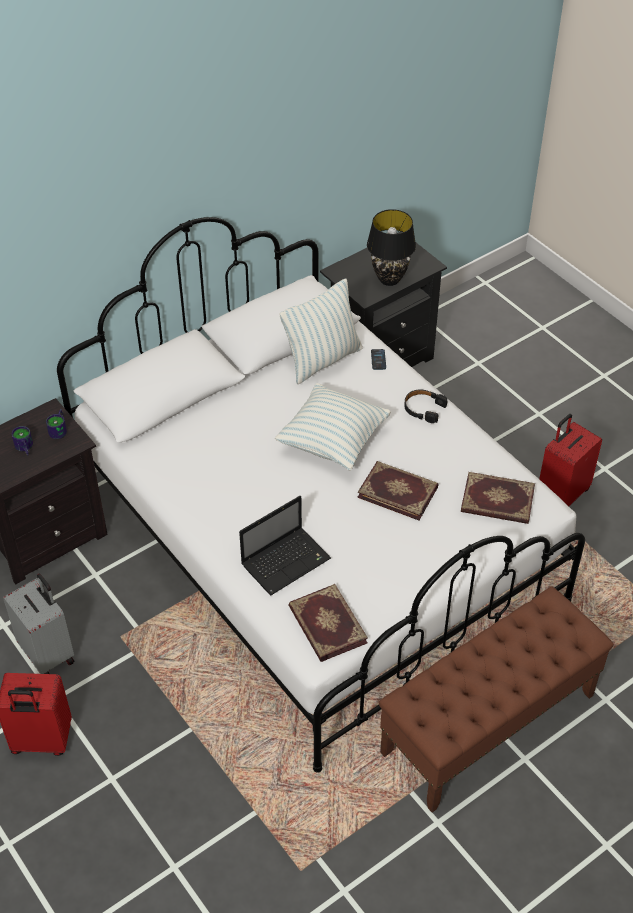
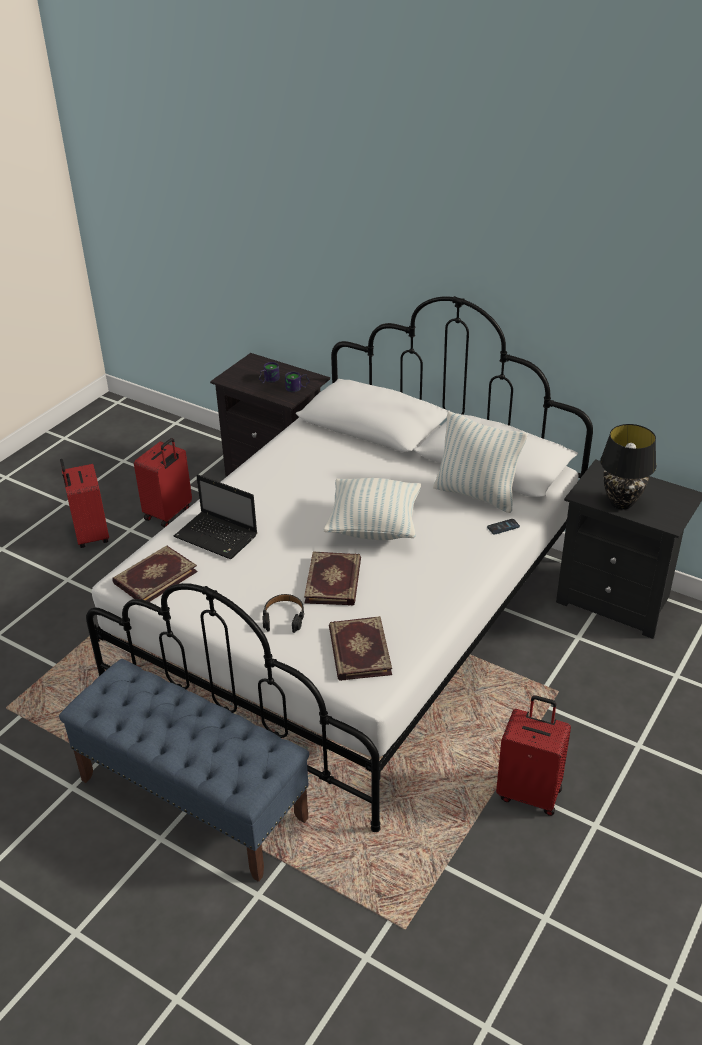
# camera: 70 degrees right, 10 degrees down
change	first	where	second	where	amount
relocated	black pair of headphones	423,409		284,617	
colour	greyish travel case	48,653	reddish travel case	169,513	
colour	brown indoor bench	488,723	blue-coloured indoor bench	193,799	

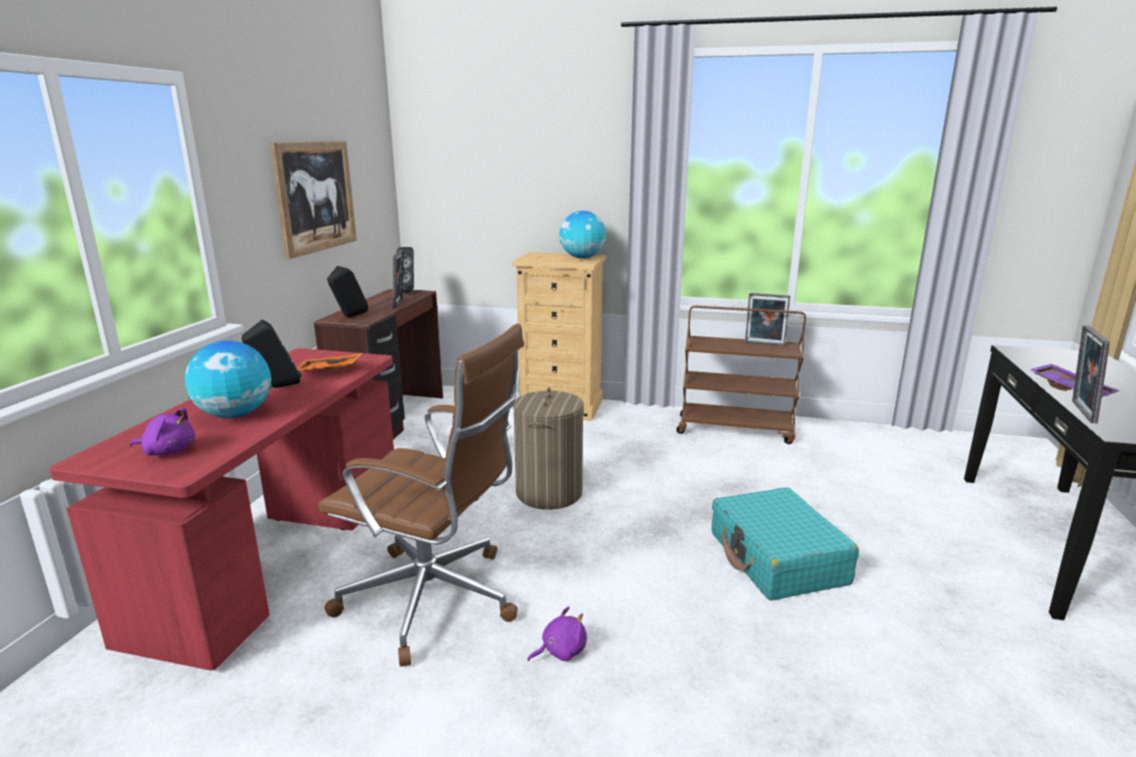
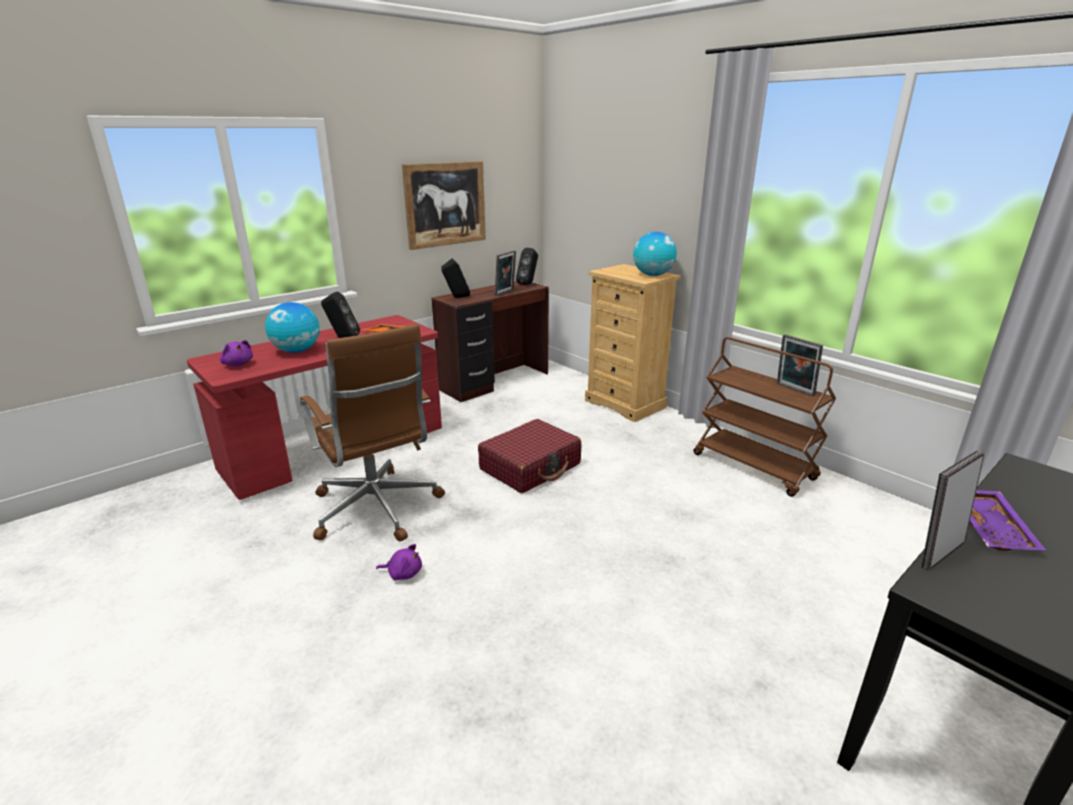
# camera: 35 degrees right, 5 degrees up
change	first	where	second	where	amount
missing	turquoise travel case	777,558			
exchanged	laundry basket	549,493	reddish travel case	530,467	

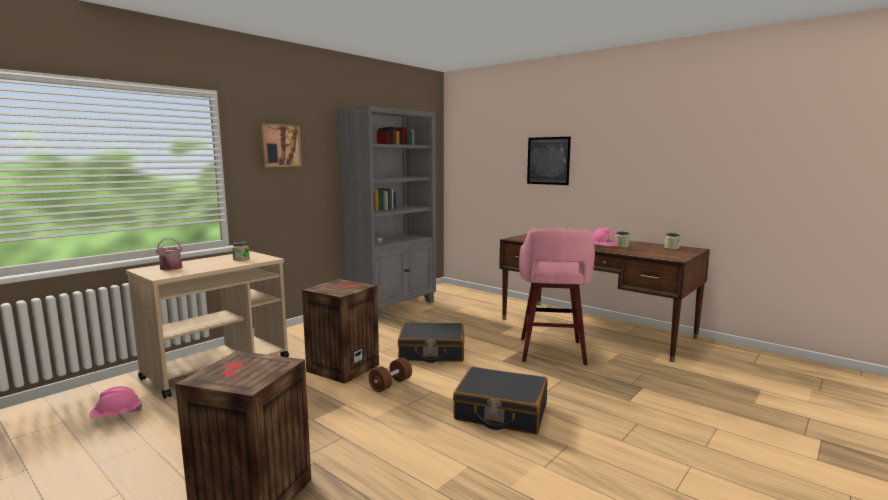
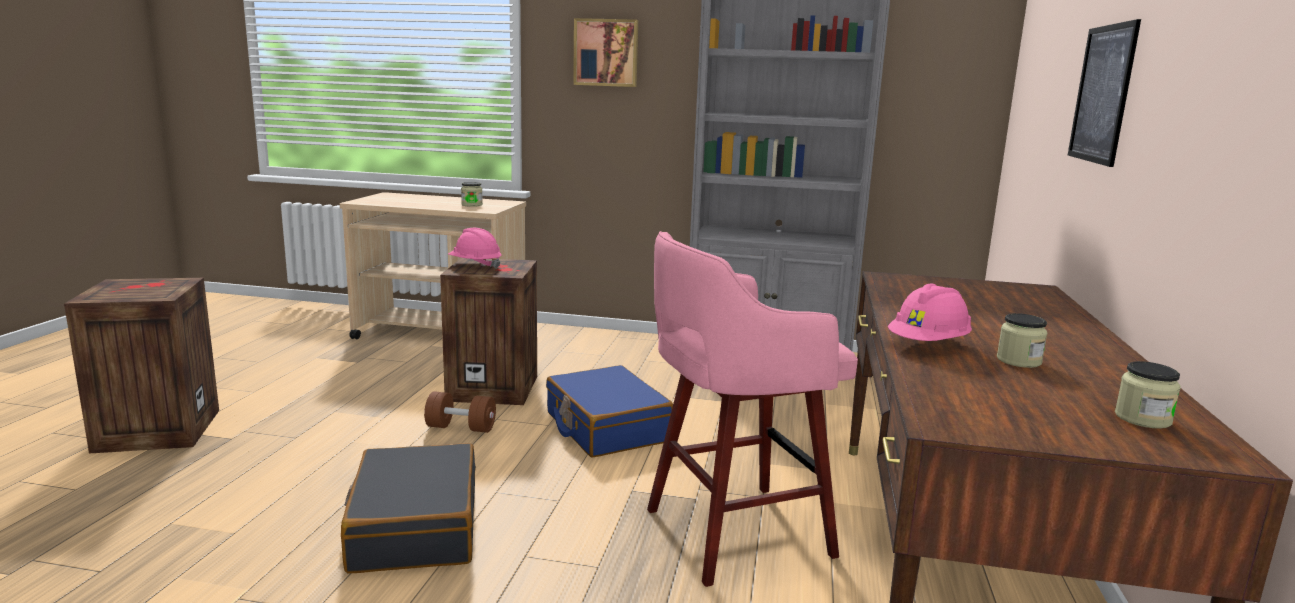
# camera: 60 degrees right, 5 degrees up
change	first	where	second	where	amount
missing	watering pot	170,268			
relocated	pink work helmet	116,416		475,265	
colour	black travel case	432,352	blue-coloured travel case	606,427	

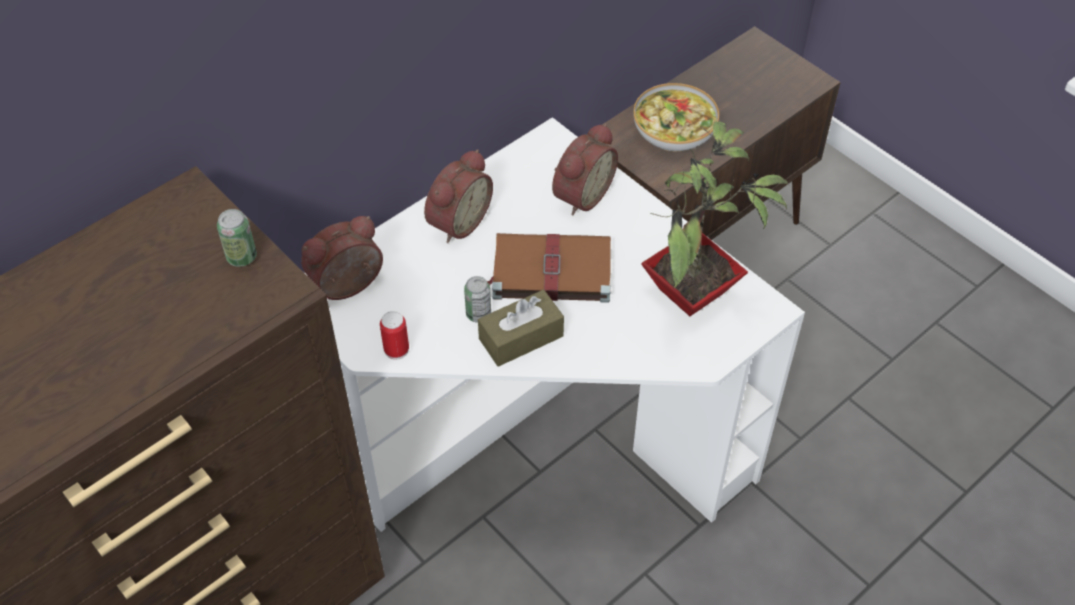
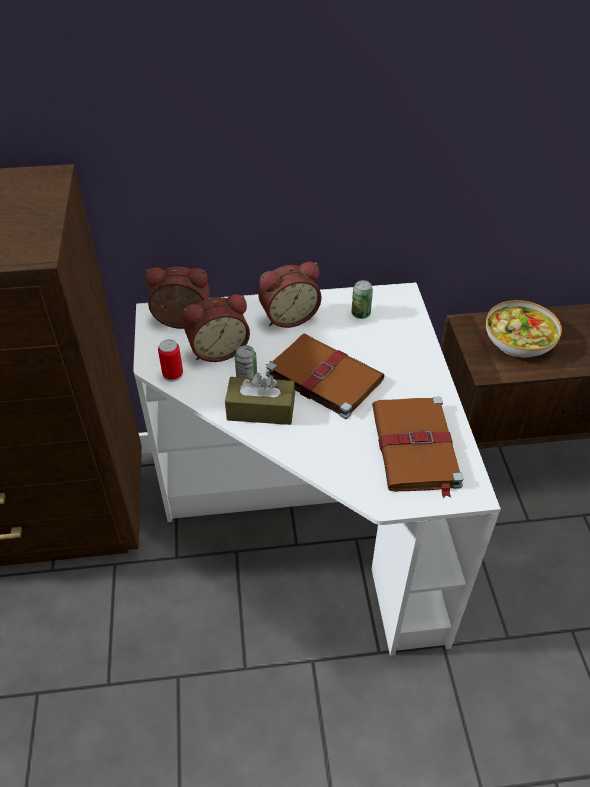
# camera: 35 degrees right, 5 degrees down
change	first	where	second	where	amount
relocated	can	241,257		360,314	
relocated	bedside clock	580,194		218,349	
exchanged	houseplant	693,296	brown volume	415,448	

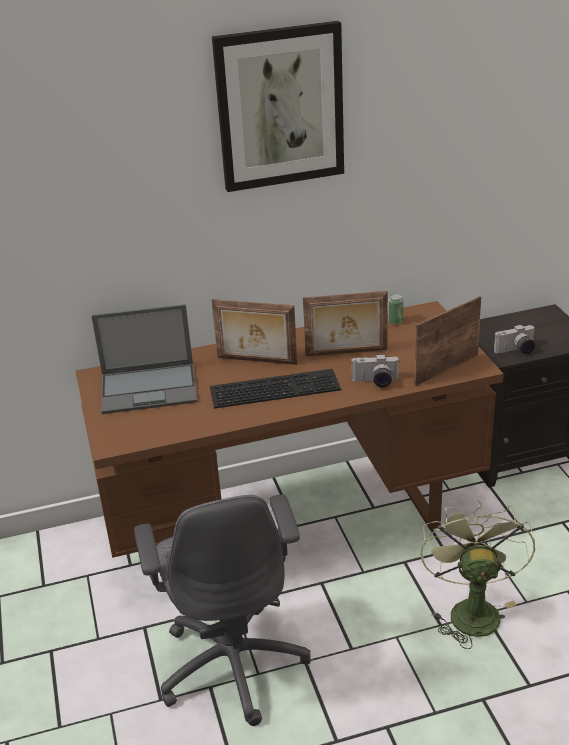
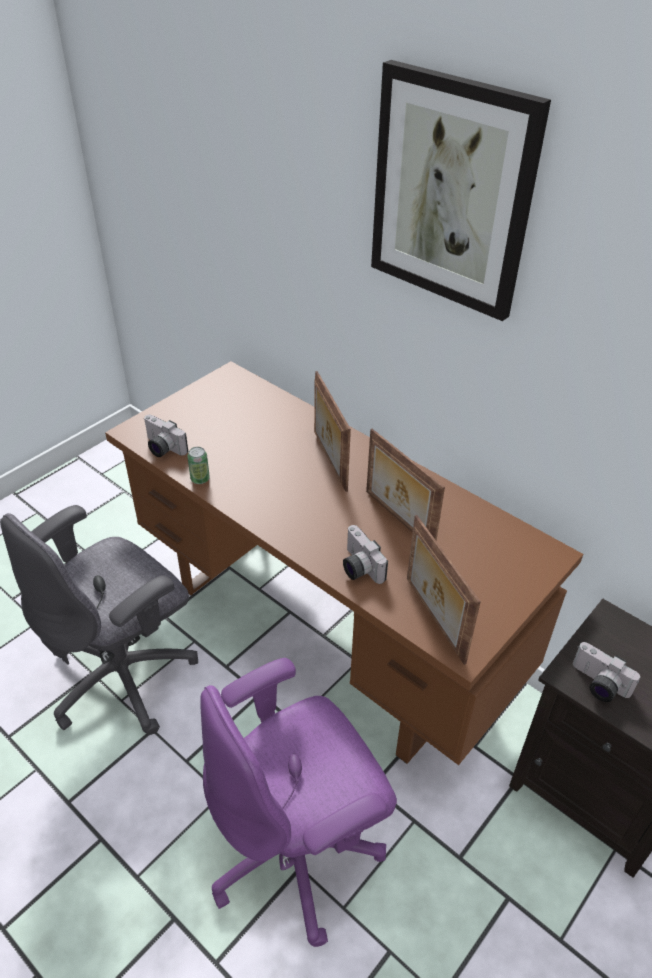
# camera: 55 degrees right, 10 degrees up
change	first	where	second	where	amount
missing	portable computer	150,388			
missing	PC keyboard	275,387			
appeared			photo camera	162,448	
relocated	can	395,321		200,479	
exchanged	green-coloured fan	471,609	purple-coloured office chair	298,851	
spun	picture frame	445,369		433,620	135 degrees counterclockwise

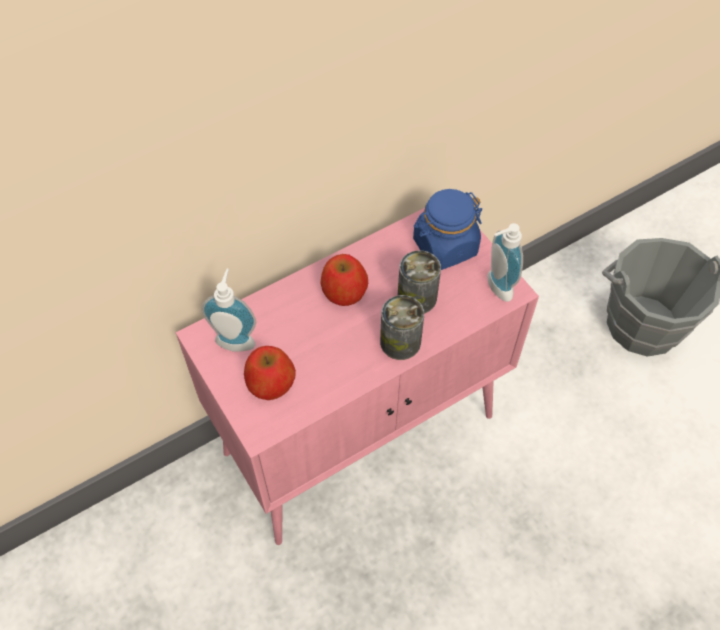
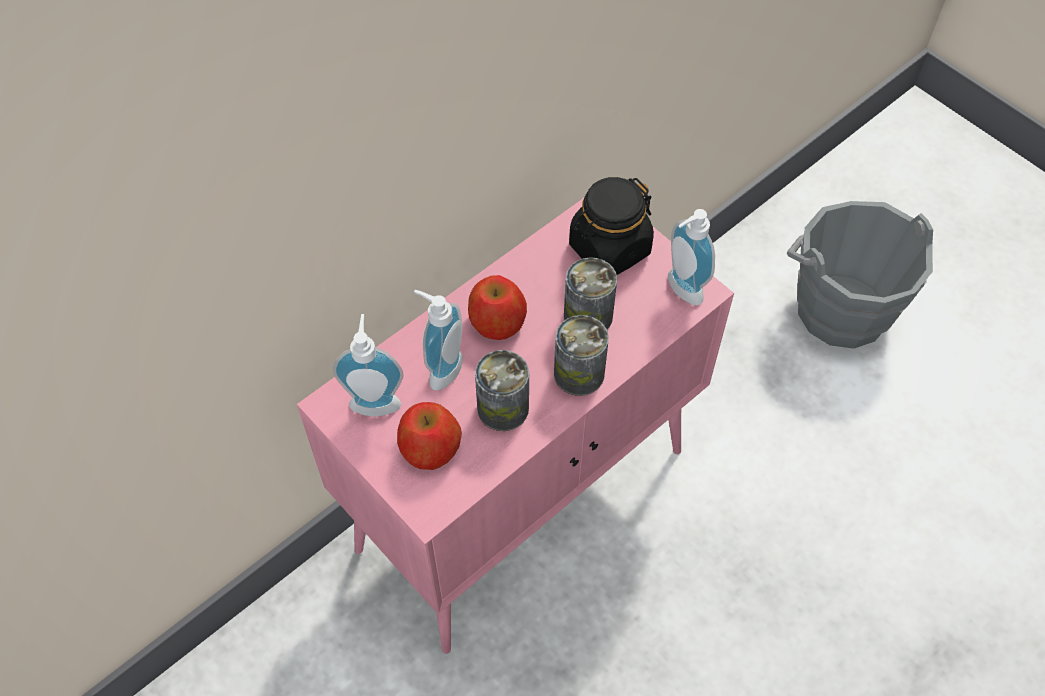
# camera: 10 degrees left, 0 degrees up
change	first	where	second	where	amount
appeared			liquid soap bottle	441,368	
appeared			can	503,408	
colour	blue-coloured preserve jar	445,247	black preserve jar	609,249	

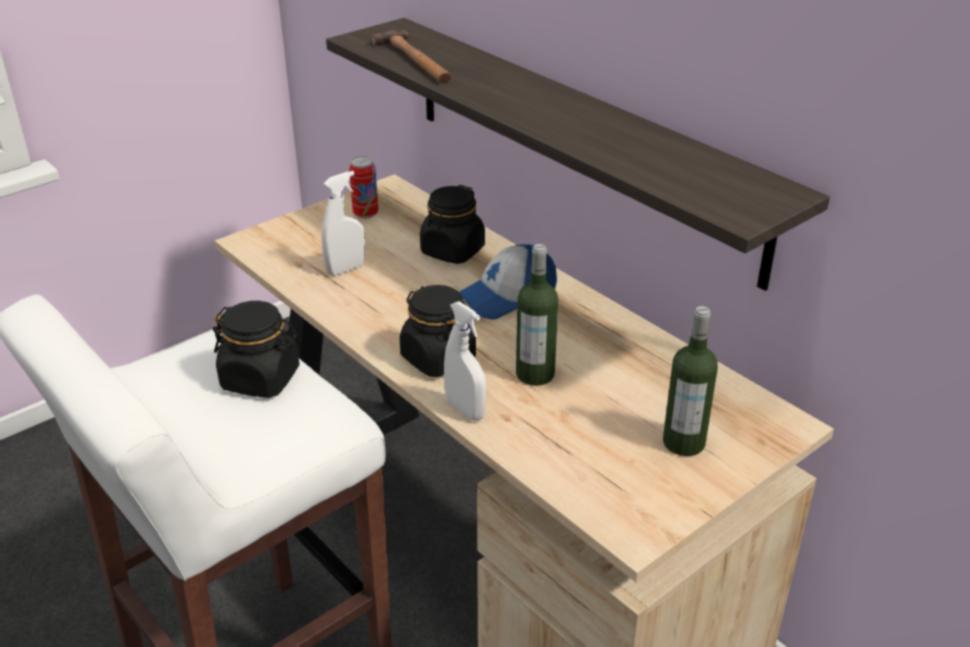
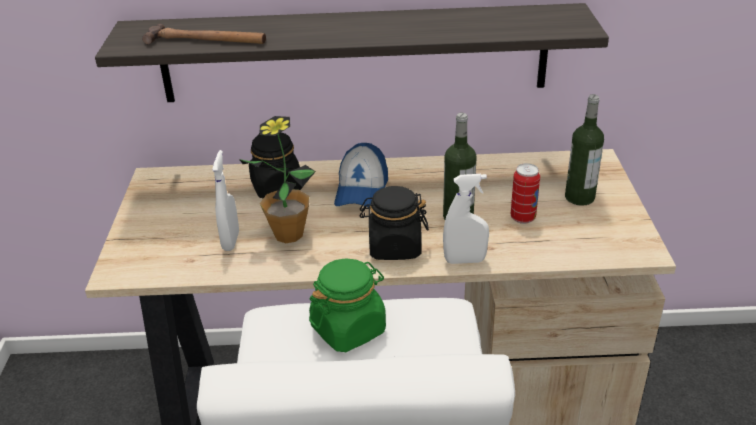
# camera: 50 degrees left, 0 degrees up
change	first	where	second	where	amount
appeared			houseplant	288,234	
relocated	can	365,214		523,218	
colour	black preserve jar	261,379	green-coloured preserve jar	349,329	

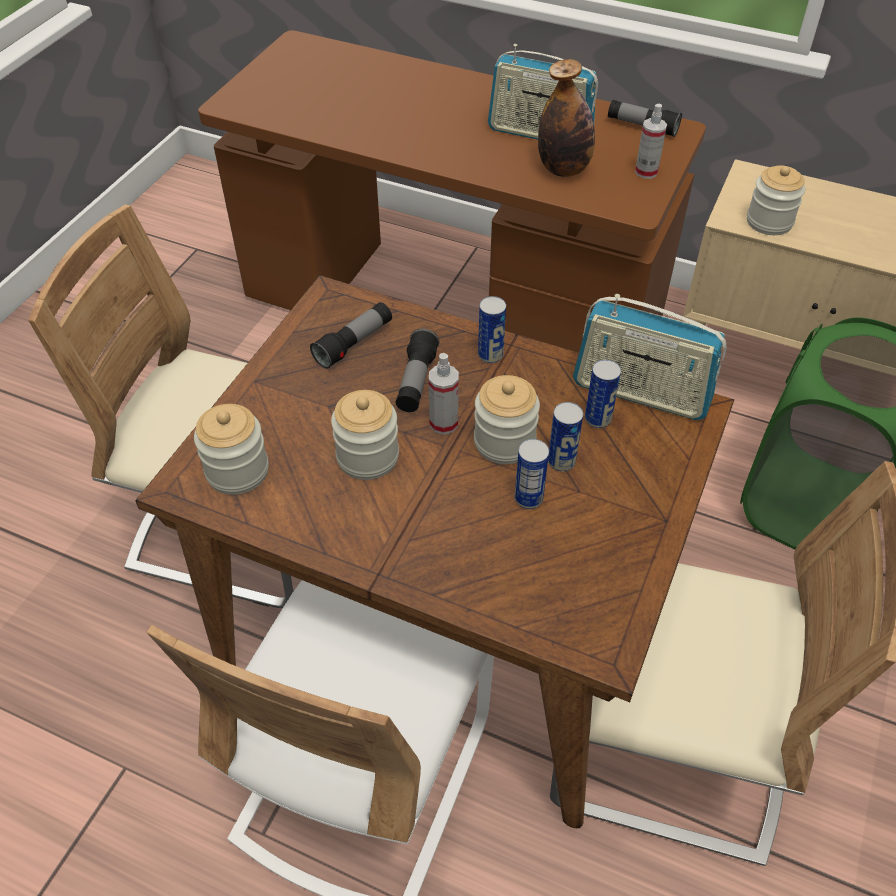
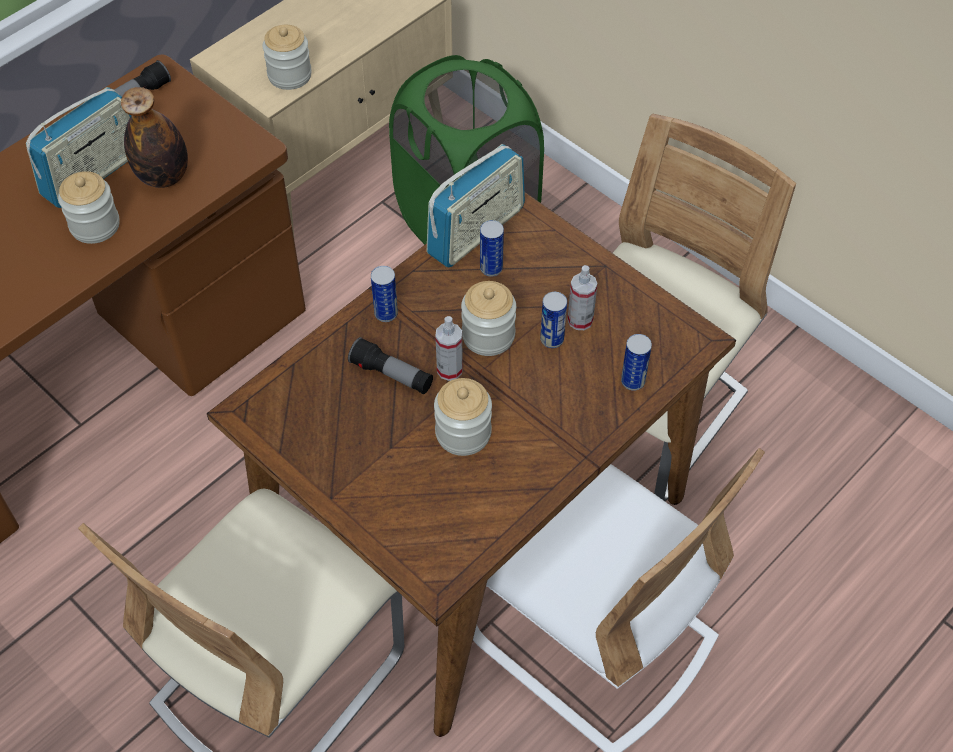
# camera: 70 degrees left, 5 degrees up
change	first	where	second	where	amount
missing	flashlight	354,344			
relocated	preserve jar	237,471		95,225	
relocated	can	561,461		633,381	
relocated	hand sprayer	646,172		580,320	

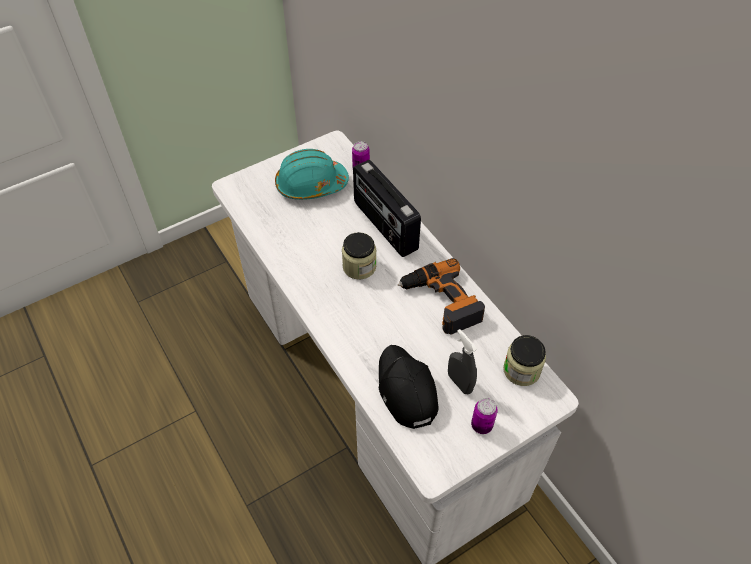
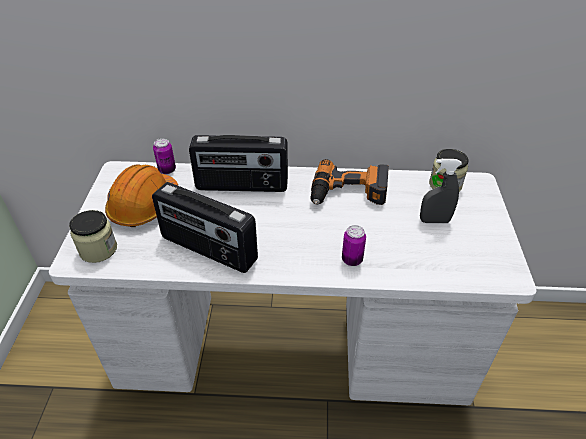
# camera: 55 degrees left, 10 degrees down
change	first	where	second	where	amount
missing	black peaked cap	406,390			
appeared			radio set	208,249	
relocated	preserve jar	359,266		98,249	
relocated	can	481,425		352,260	
colour	turquoise work helmet	311,185	orangey work helmet	144,206	

